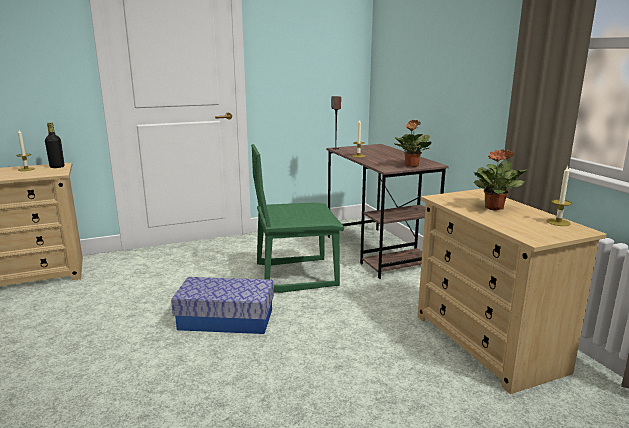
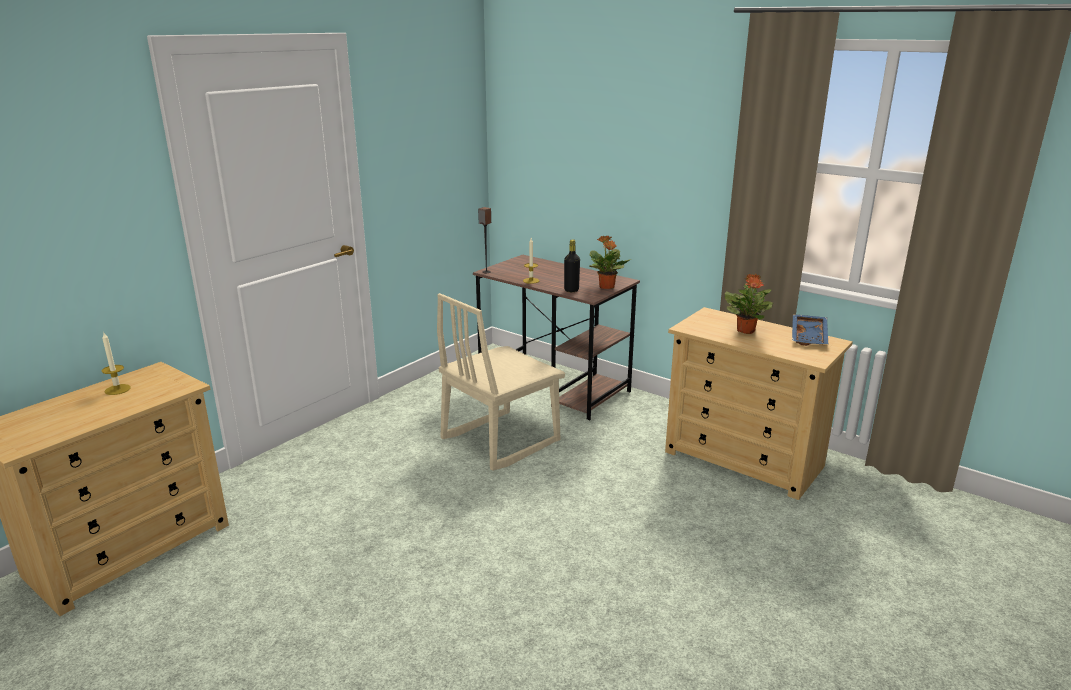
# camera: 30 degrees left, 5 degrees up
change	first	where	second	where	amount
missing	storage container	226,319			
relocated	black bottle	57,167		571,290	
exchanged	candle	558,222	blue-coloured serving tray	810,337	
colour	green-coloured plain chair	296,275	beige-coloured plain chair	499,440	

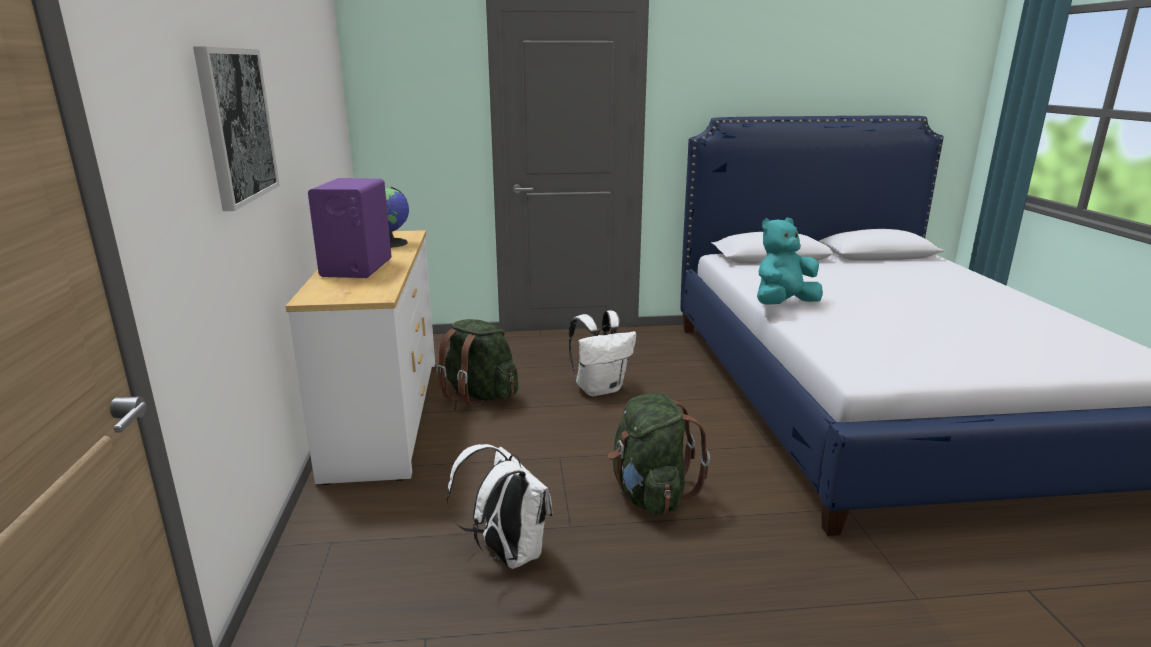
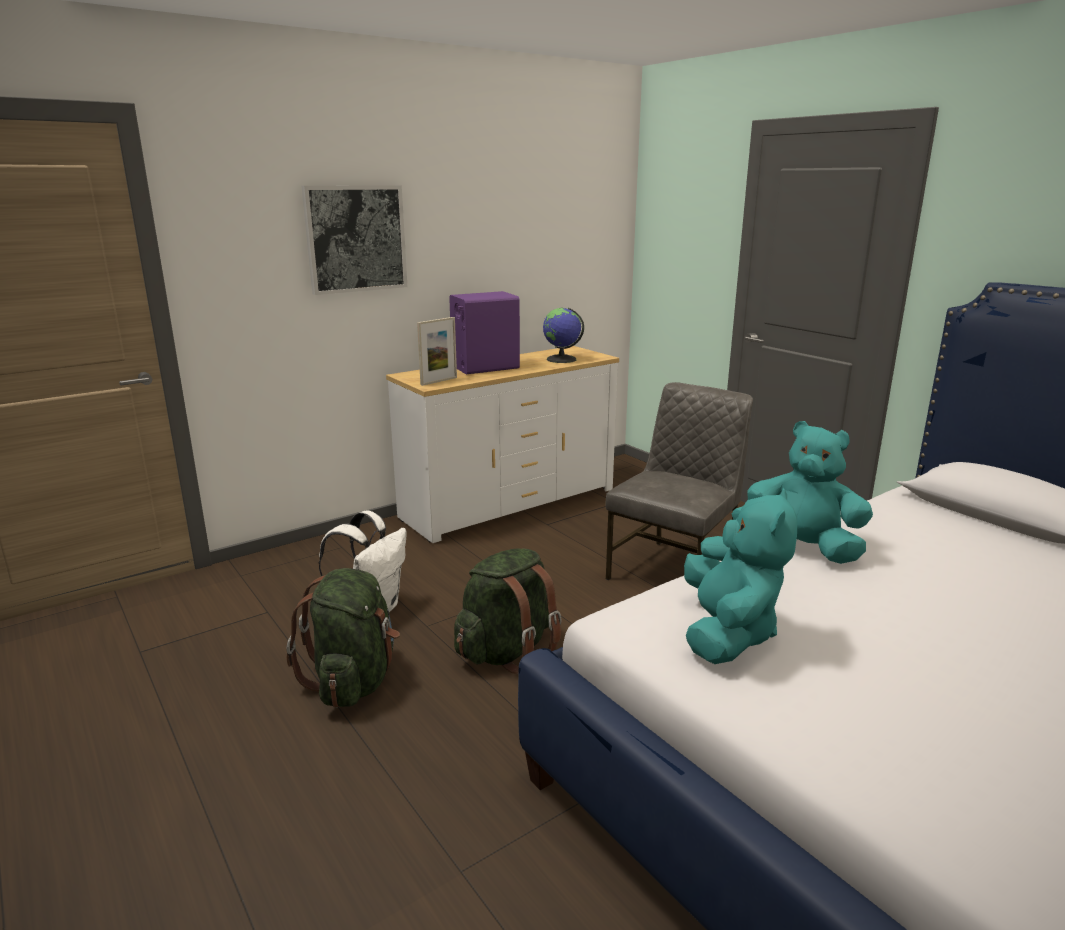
# camera: 60 degrees right, 0 degrees up
change	first	where	second	where	amount
appeared			picture frame	439,381	
appeared			turquoise cuddly toy	727,633	
relocated	green-coloured rucksack	479,395		353,681	
exchanged	white-coloured rucksack	600,389	greyish plain chair	675,571	

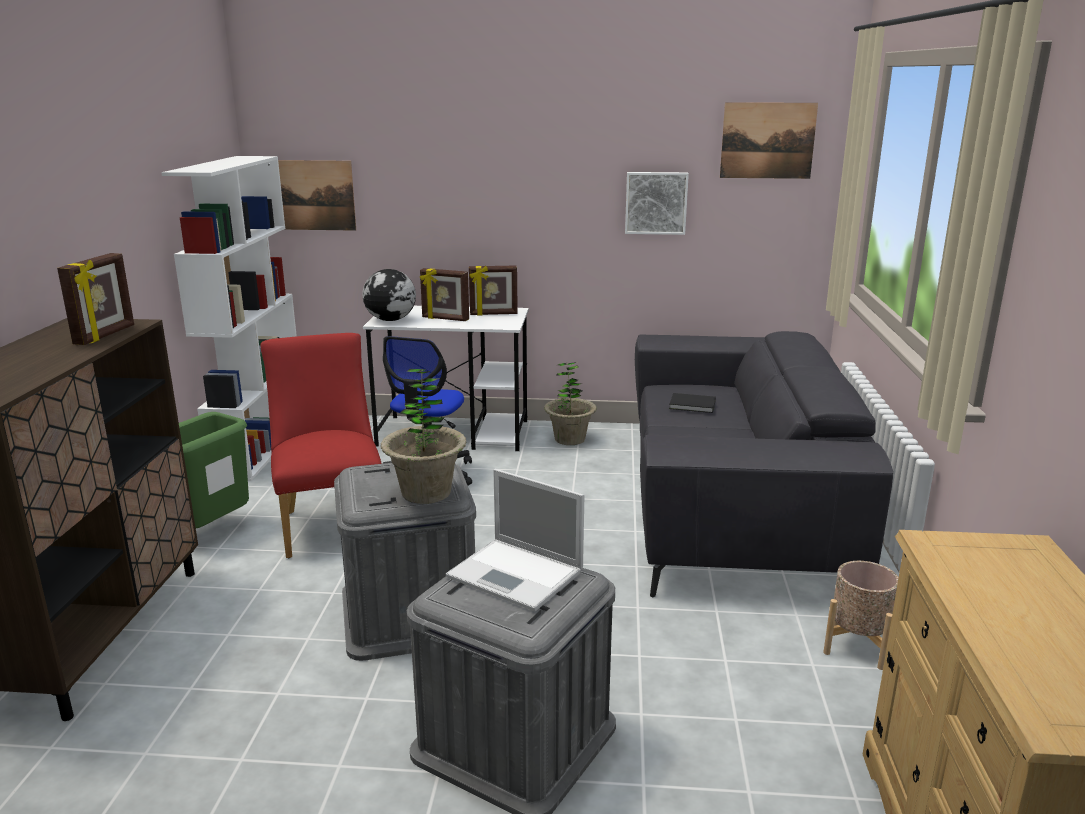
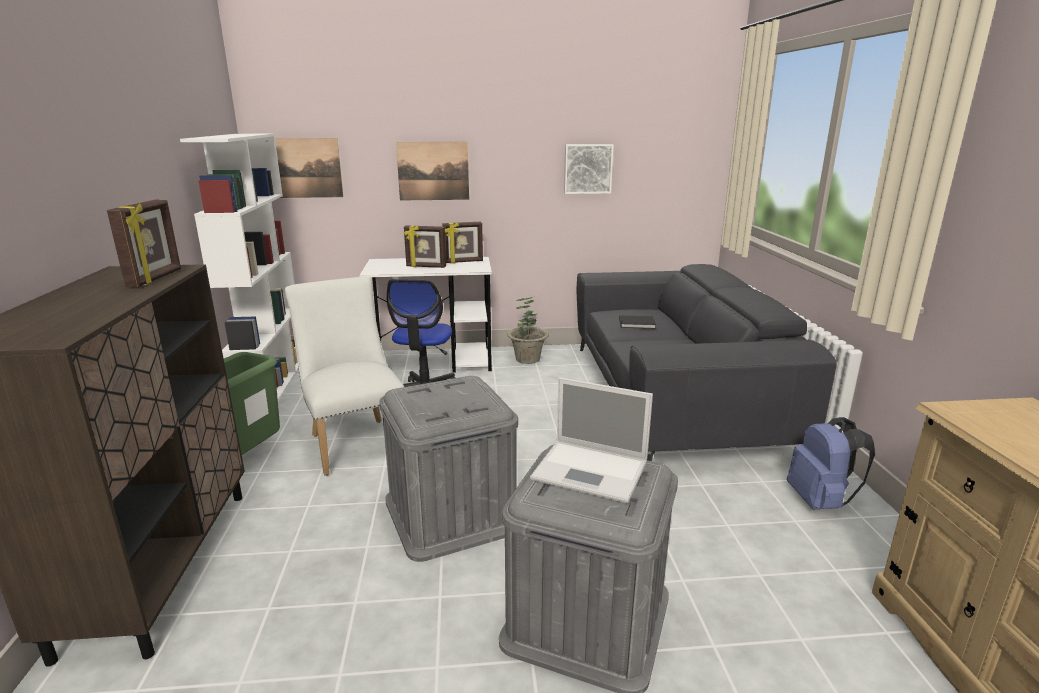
# camera: 10 degrees left, 0 degrees up
change	first	where	second	where	amount
missing	desk globe	390,320			
missing	houseplant	426,492			
relocated	wall picture	767,140		433,171	
exchanged	beige-coloured plant pot	857,646	blue-coloured rucksack	820,501	
colour	reddish plain chair	331,523	white-coloured plain chair	355,442	

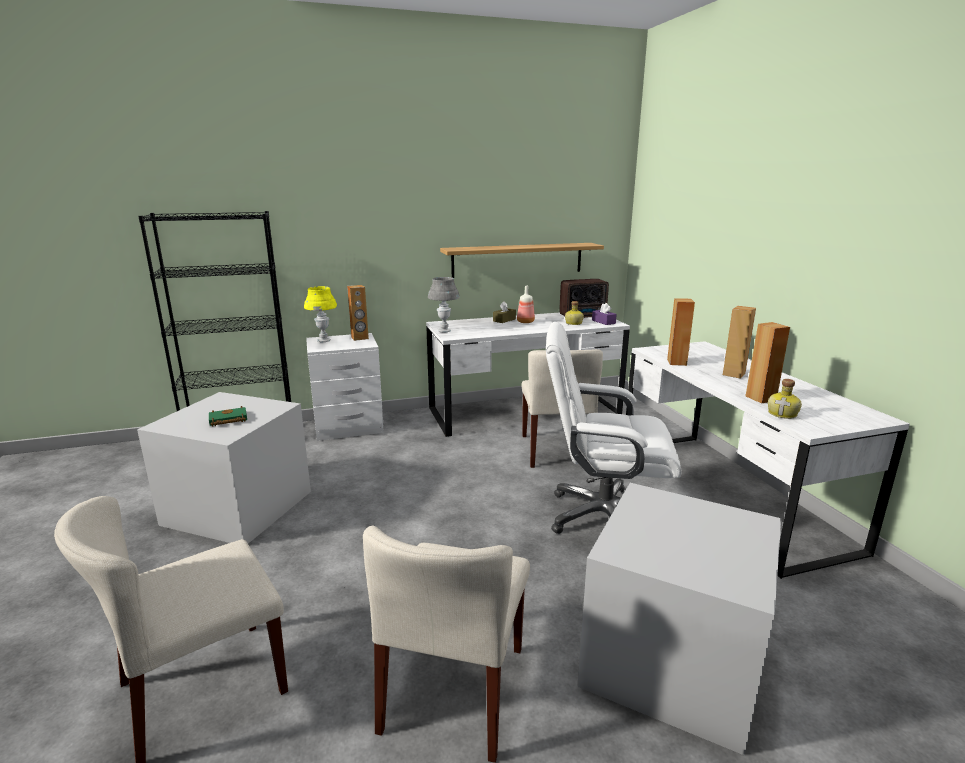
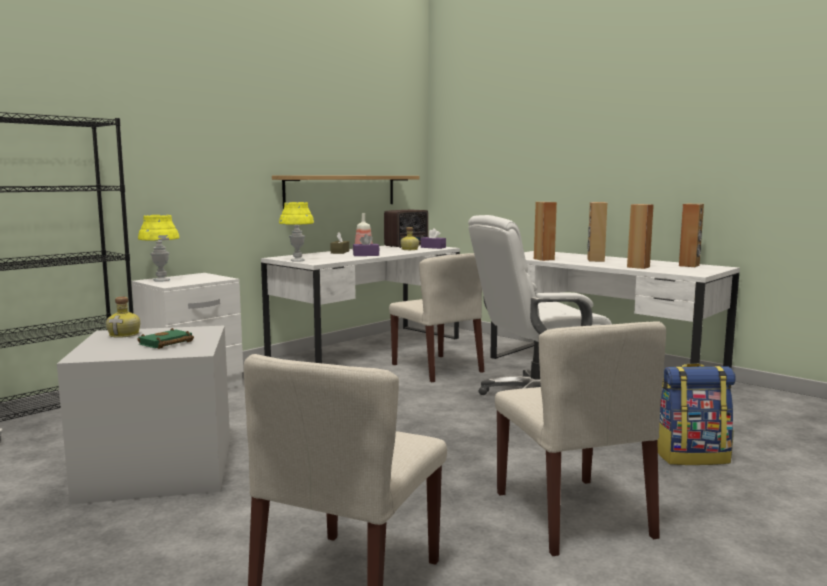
# camera: 30 degrees left, 10 degrees down
change	first	where	second	where	amount
appeared			purple-coloured tissue holder	366,255	
relocated	brown loudspeaker	360,338		689,265	
relocated	bottle	783,414		125,334	
exchanged	greyish storage container	674,660	rucksack	692,456	
colour	greyish tabletop lamp	444,331	yellow-coloured tabletop lamp	297,260	

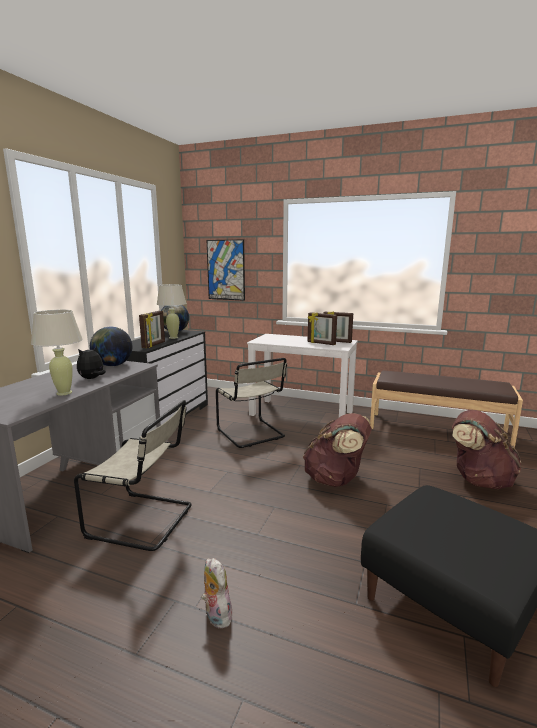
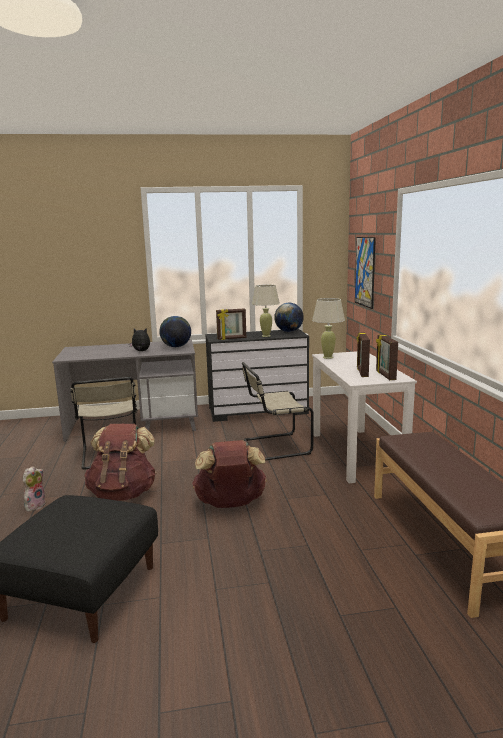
# camera: 60 degrees right, 0 degrees up
change	first	where	second	where	amount
relocated	beige-coloured tabletop lamp	64,393		327,357	
relocated	brown rucksack	479,480		123,493	
spun	beige-coloured plain chair	252,434		274,447	45 degrees clockwise

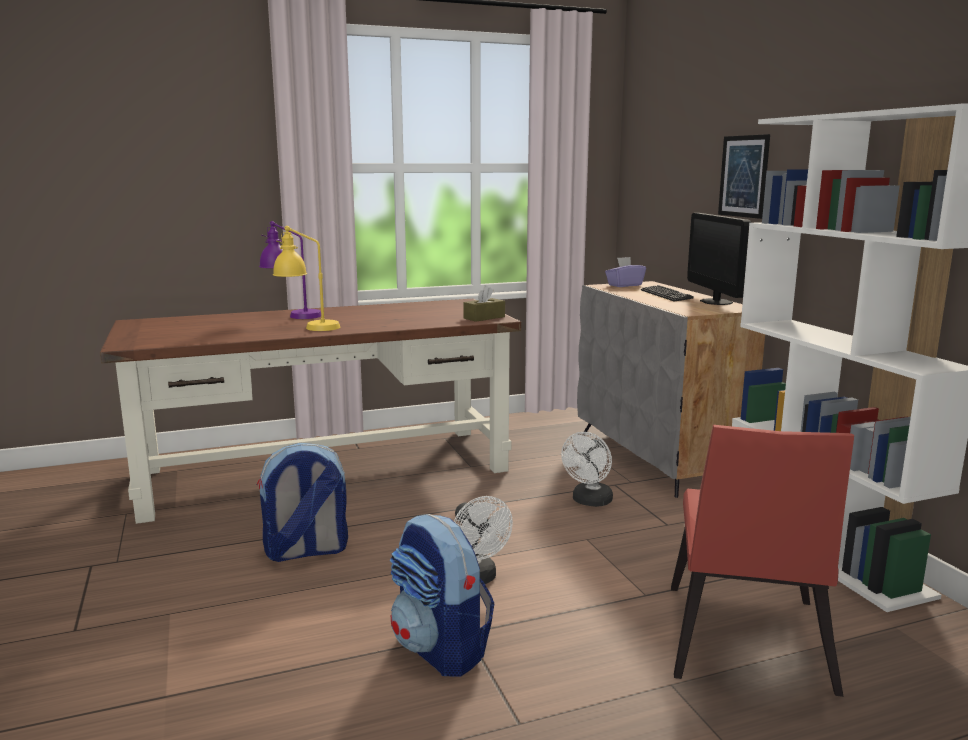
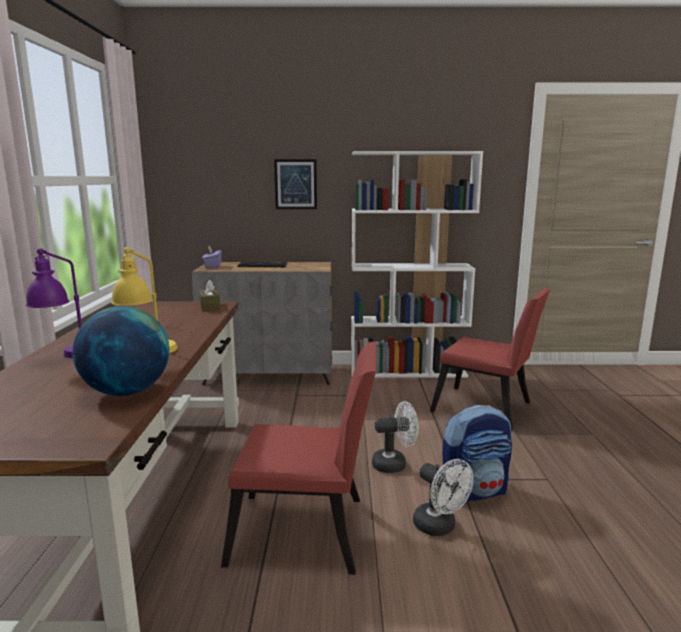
# camera: 70 degrees left, 0 degrees up
change	first	where	second	where	amount
missing	monitor	716,302			
appeared			desk globe	126,392	
relocated	white-coloured fan	589,502		440,527	
exchanged	rucksack	306,551	reddish plain chair	307,533	

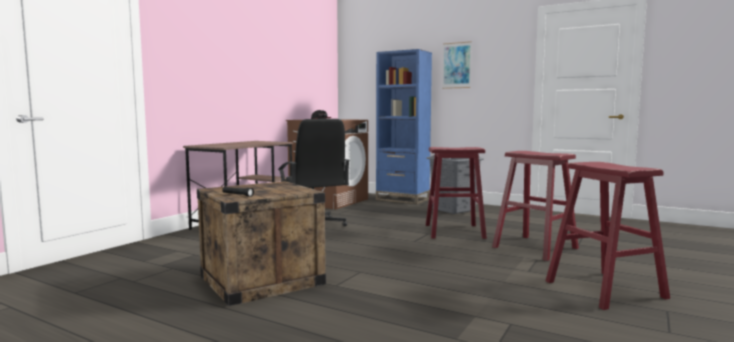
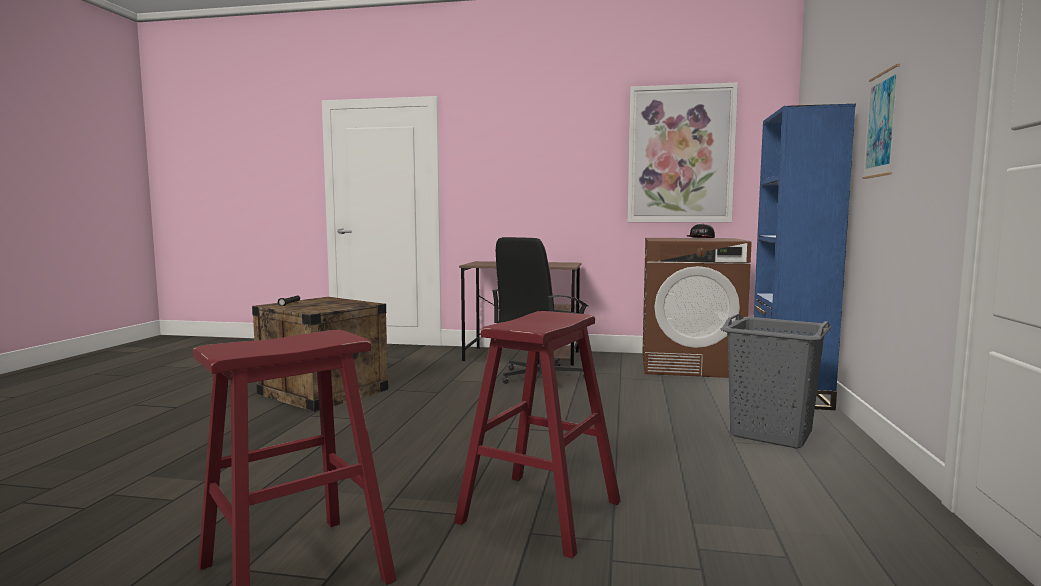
# camera: 70 degrees right, 0 degrees up
change	first	where	second	where	amount
missing	reddish sitting stool	454,231			
appeared			wall picture	680,154	

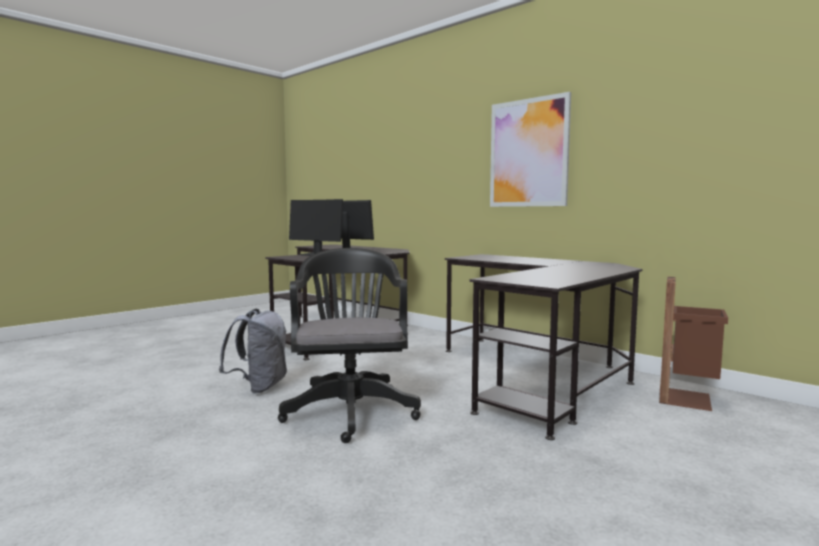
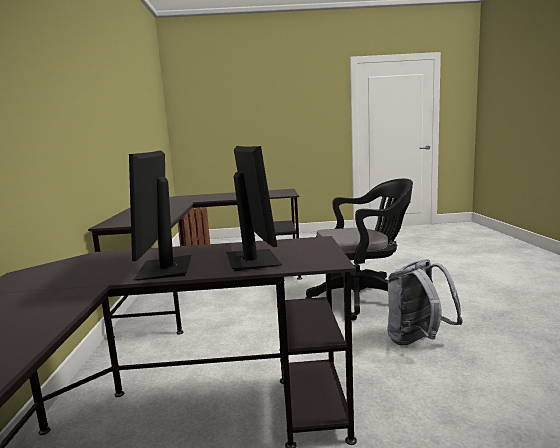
# camera: 135 degrees left, 5 degrees up
change	first	where	second	where	amount
missing	wall picture	528,153			
spun	black office chair	350,409		362,298	135 degrees counterclockwise

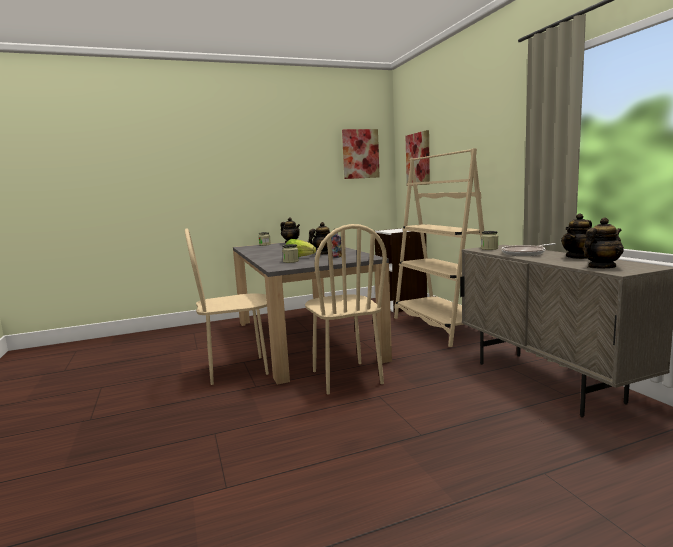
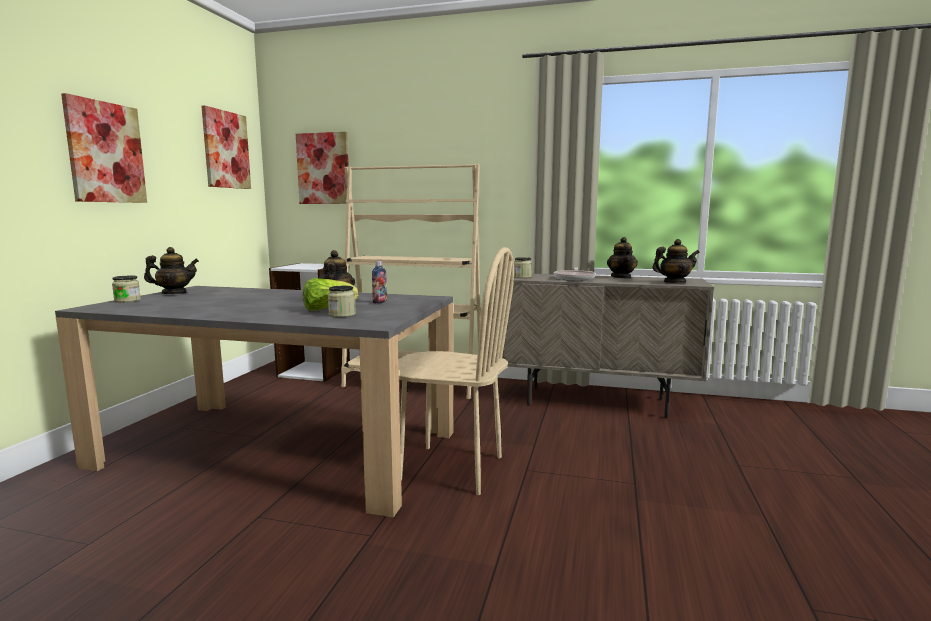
# camera: 55 degrees left, 0 degrees up
change	first	where	second	where	amount
missing	beige-coloured plain chair	237,369			
appeared			wall picture	105,152	
spun	teapot	601,267		674,282	75 degrees clockwise

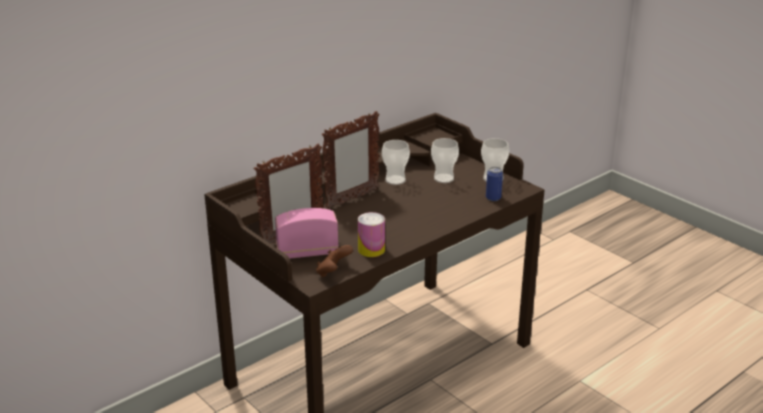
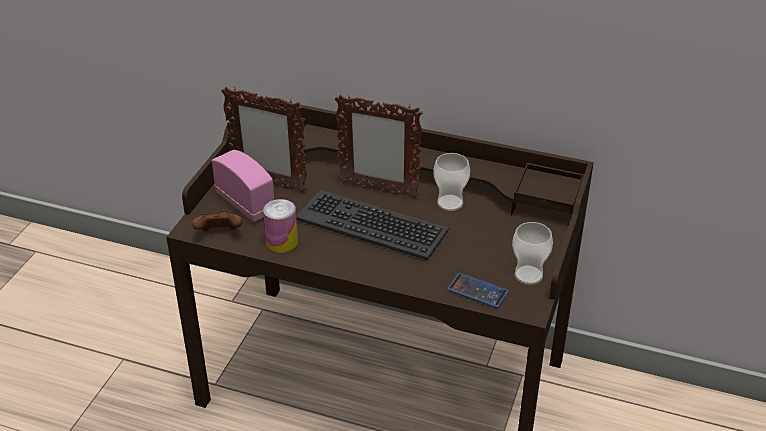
# camera: 60 degrees right, 10 degrees up
change	first	where	second	where	amount
missing	drinking cup	443,178			
appeared			PC keyboard	372,224	
exchanged	can	493,198	phone	477,291	

